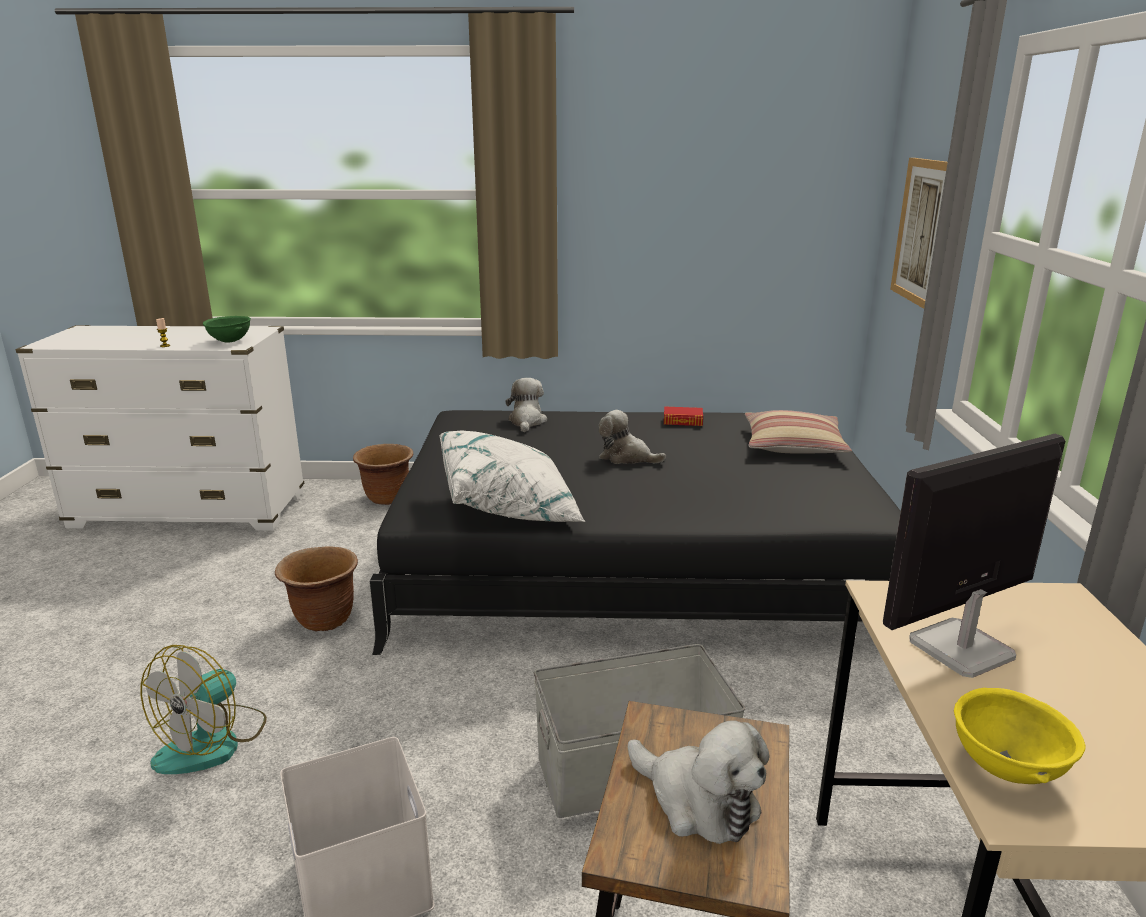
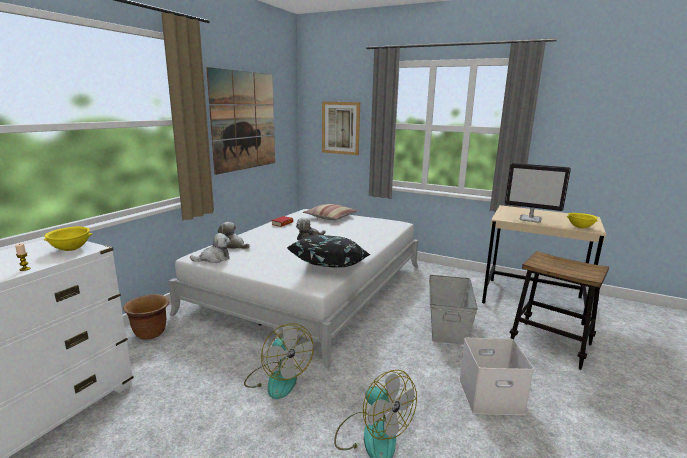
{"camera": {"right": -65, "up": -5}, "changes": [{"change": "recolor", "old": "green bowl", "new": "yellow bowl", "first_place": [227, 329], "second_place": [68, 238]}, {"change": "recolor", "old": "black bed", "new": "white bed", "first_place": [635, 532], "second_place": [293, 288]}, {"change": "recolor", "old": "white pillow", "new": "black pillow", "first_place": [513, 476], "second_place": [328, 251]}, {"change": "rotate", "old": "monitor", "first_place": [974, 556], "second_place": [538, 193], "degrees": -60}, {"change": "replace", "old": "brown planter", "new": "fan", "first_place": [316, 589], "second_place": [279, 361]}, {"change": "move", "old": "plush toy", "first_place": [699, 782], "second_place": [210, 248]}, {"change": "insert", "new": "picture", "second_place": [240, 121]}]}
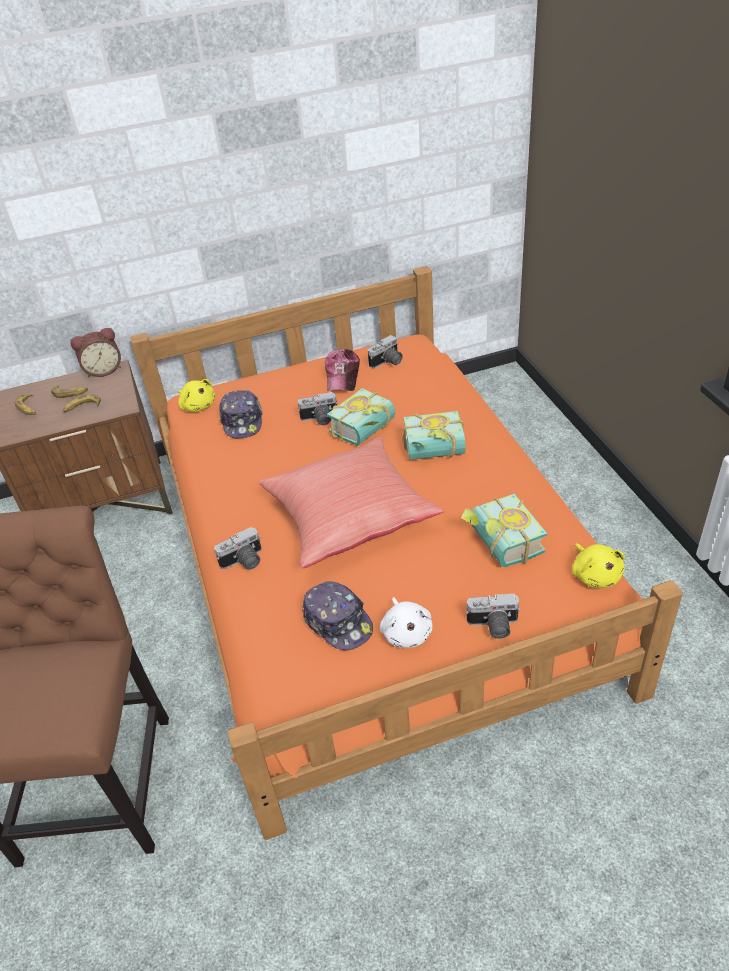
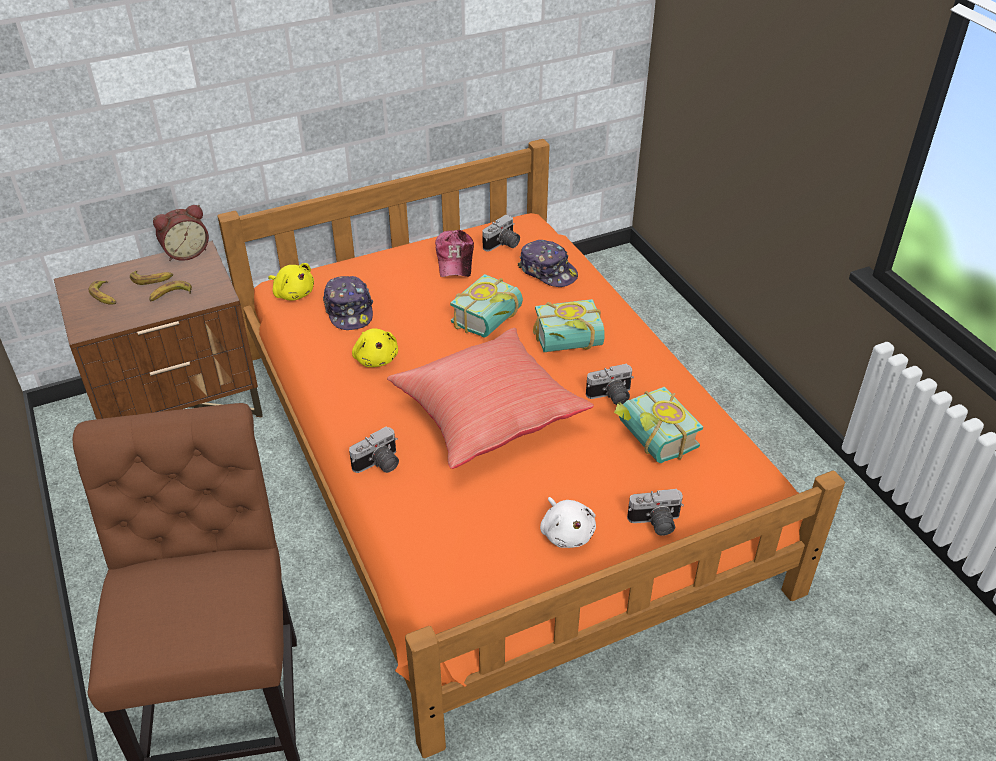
{"camera": {"right": -10, "up": 0}, "changes": [{"change": "move", "old": "photo camera", "first_place": [318, 408], "second_place": [610, 384]}, {"change": "move", "old": "yellow plush toy", "first_place": [598, 565], "second_place": [375, 347]}, {"change": "move", "old": "cap", "first_place": [337, 615], "second_place": [548, 263]}]}
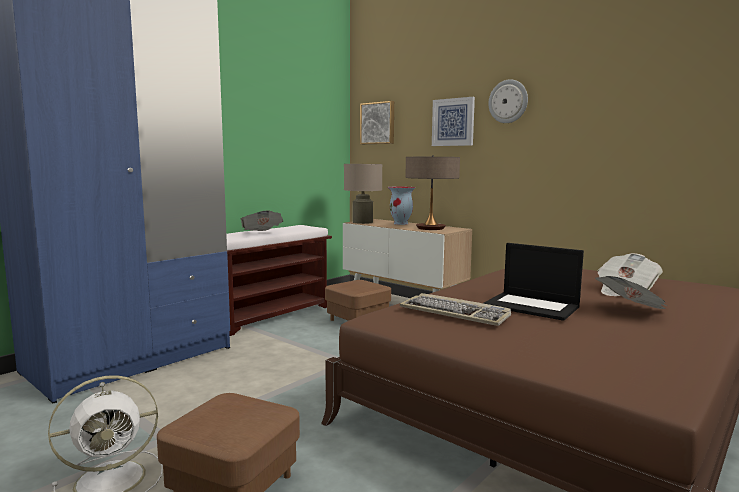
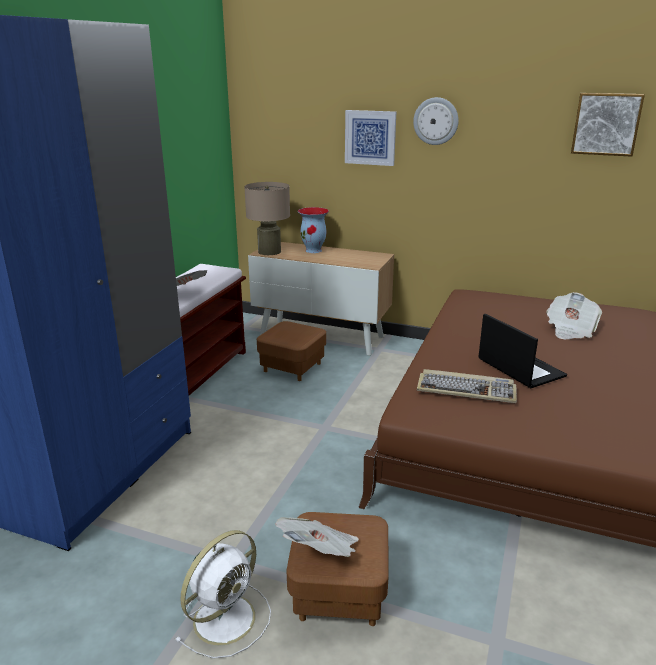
{"camera": {"right": -20, "up": 15}, "changes": [{"change": "move", "old": "picture", "first_place": [377, 122], "second_place": [608, 125]}, {"change": "delete", "old": "table lamp", "first_place": [432, 193]}, {"change": "rotate", "old": "laptop", "first_place": [533, 282], "second_place": [523, 351], "degrees": -135}, {"change": "move", "old": "newspaper", "first_place": [631, 292], "second_place": [317, 537]}]}
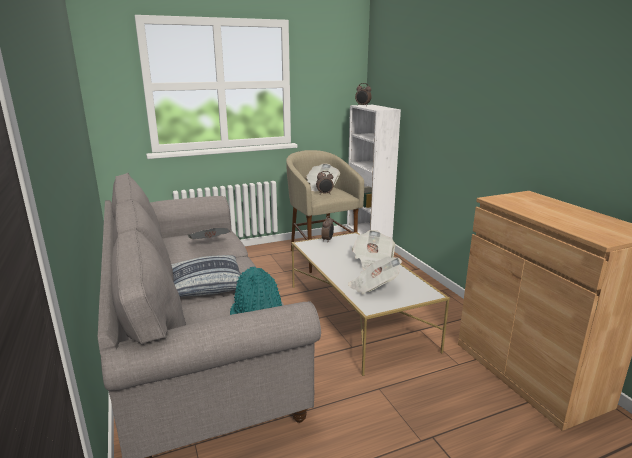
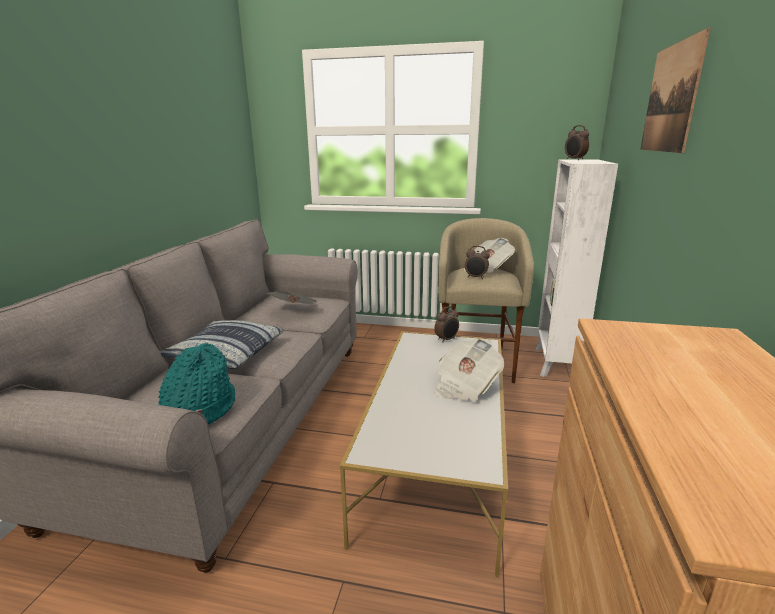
{"camera": {"right": 35, "up": 0}, "changes": [{"change": "delete", "old": "newspaper", "first_place": [375, 276]}, {"change": "insert", "new": "picture", "second_place": [675, 90]}]}
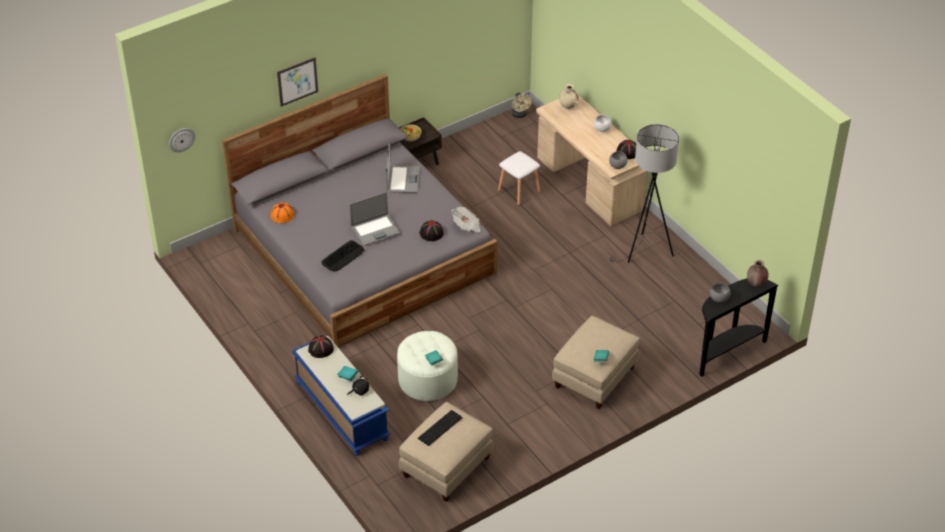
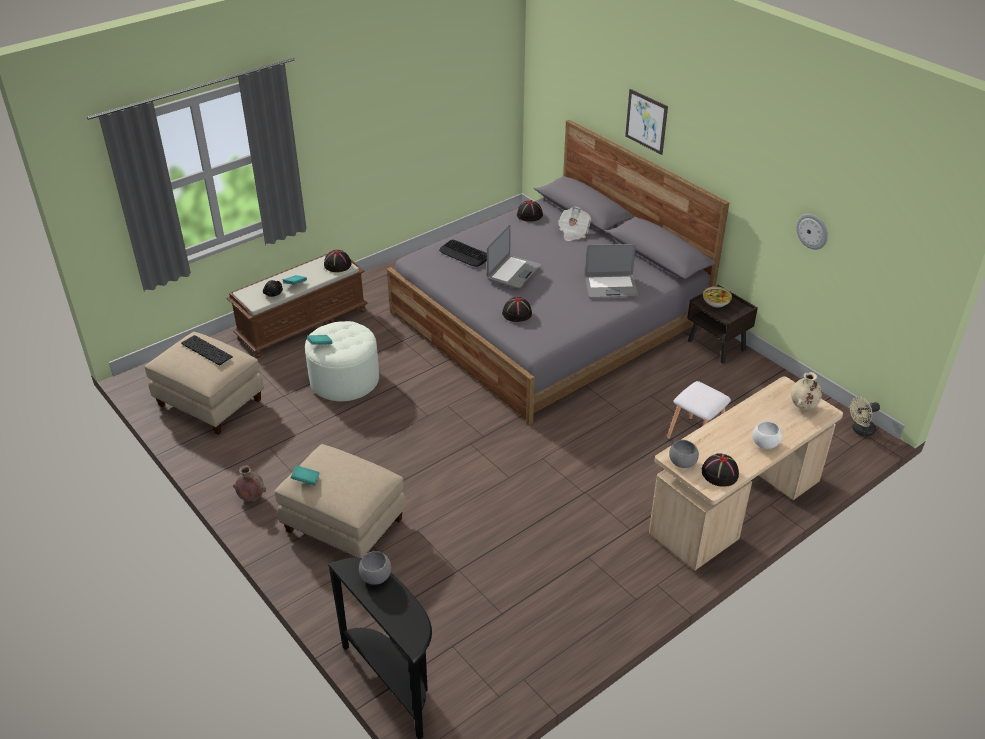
{"camera": {"right": 85, "up": -5}, "changes": [{"change": "delete", "old": "grey floor lamp", "first_place": [644, 193]}, {"change": "move", "old": "wall clock", "first_place": [182, 140], "second_place": [812, 232]}, {"change": "rotate", "old": "laptop", "first_place": [375, 218], "second_place": [514, 256], "degrees": -120}, {"change": "recolor", "old": "orange hat", "new": "black hat", "first_place": [282, 212], "second_place": [530, 211]}, {"change": "move", "old": "newspaper", "first_place": [465, 219], "second_place": [574, 224]}, {"change": "move", "old": "brown vase", "first_place": [758, 273], "second_place": [249, 483]}, {"change": "recolor", "old": "blue bench", "new": "brown bench", "first_place": [341, 395], "second_place": [297, 303]}]}
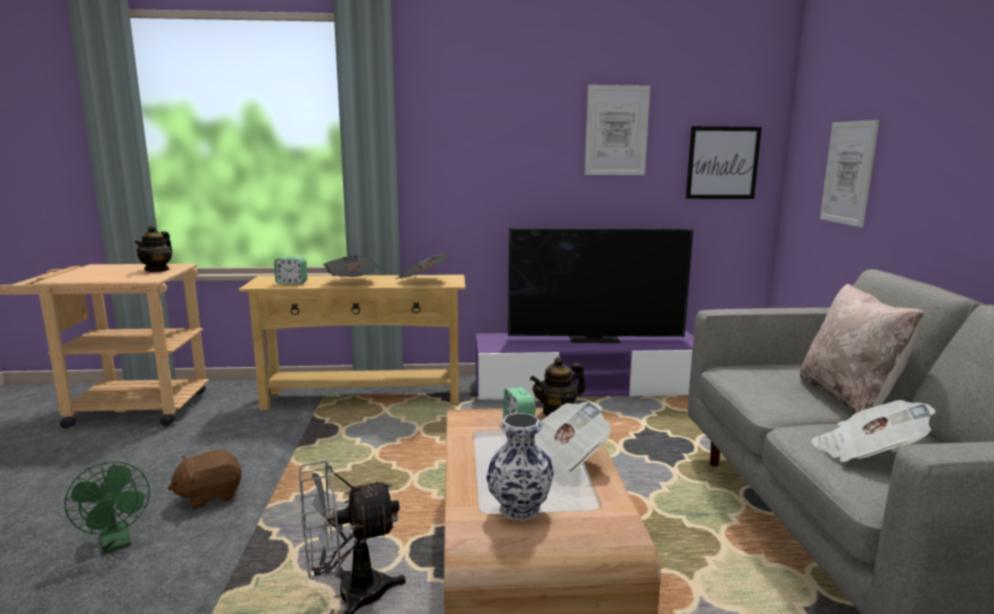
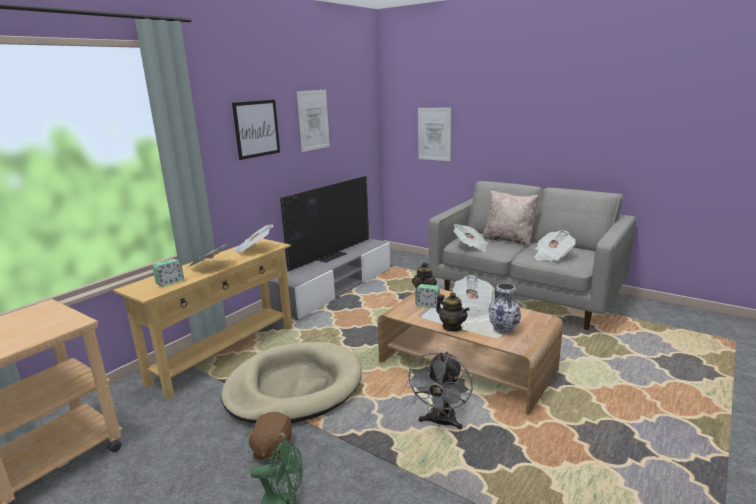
{"camera": {"right": -50, "up": 5}, "changes": [{"change": "move", "old": "picture", "first_place": [723, 162], "second_place": [256, 130]}, {"change": "move", "old": "teapot", "first_place": [153, 248], "second_place": [452, 311]}, {"change": "recolor", "old": "purple tv stand", "new": "grey tv stand", "first_place": [585, 365], "second_place": [329, 279]}, {"change": "insert", "new": "newspaper", "second_place": [471, 238]}, {"change": "insert", "new": "beige dog bed", "second_place": [291, 383]}]}
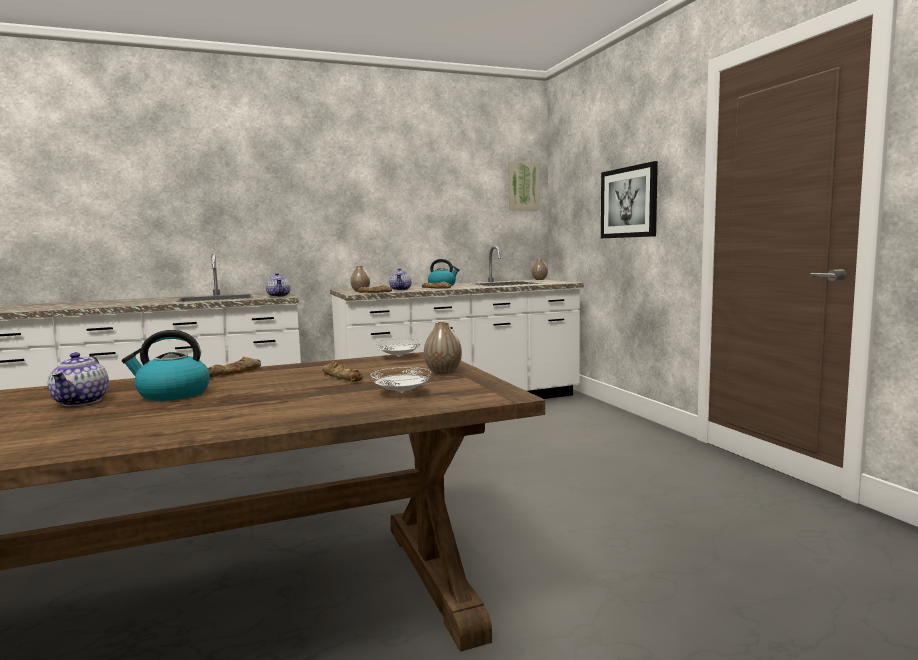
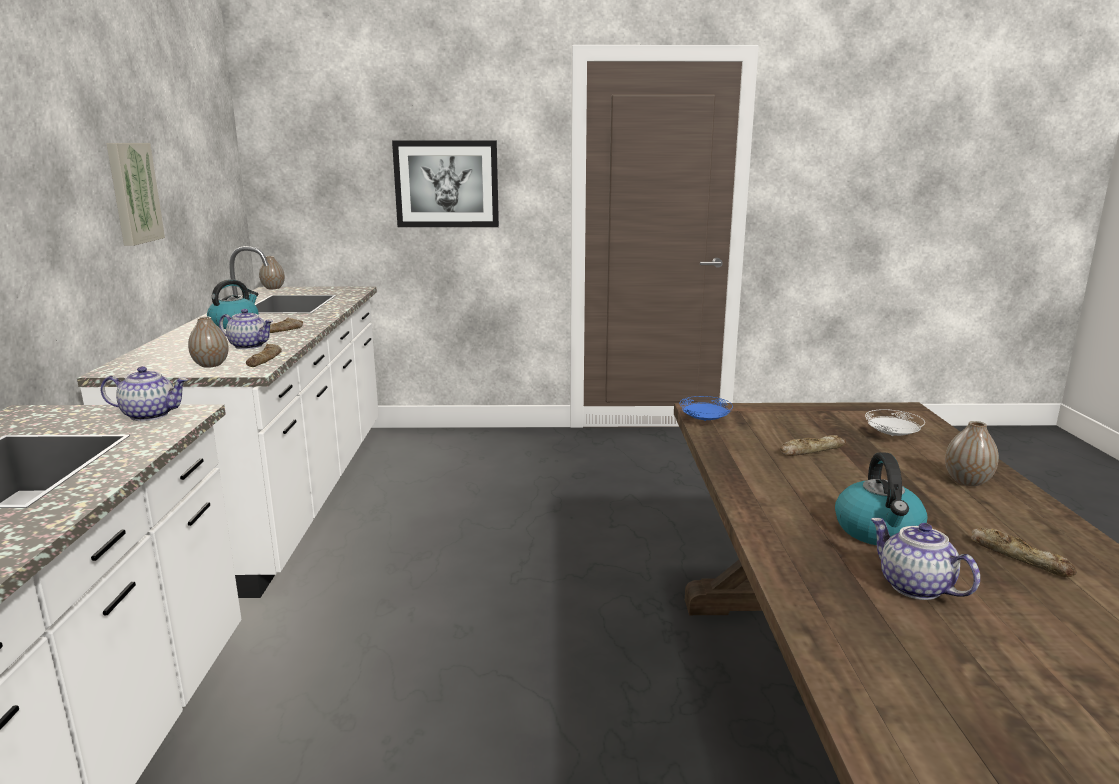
{"camera": {"right": -70, "up": 10}, "changes": [{"change": "move", "old": "picture", "first_place": [523, 185], "second_place": [135, 194]}, {"change": "move", "old": "vase", "first_place": [443, 348], "second_place": [972, 453]}, {"change": "recolor", "old": "white plate", "new": "blue plate", "first_place": [398, 347], "second_place": [706, 408]}, {"change": "rotate", "old": "teapot", "first_place": [78, 379], "second_place": [925, 559], "degrees": -135}, {"change": "move", "old": "bread", "first_place": [234, 367], "second_place": [1024, 552]}]}
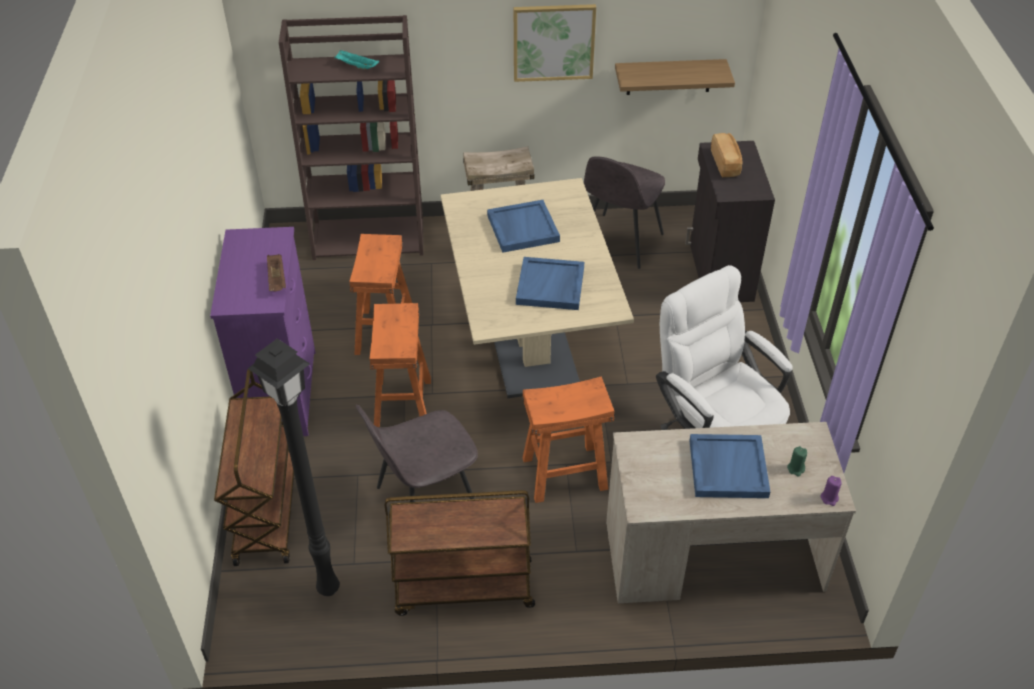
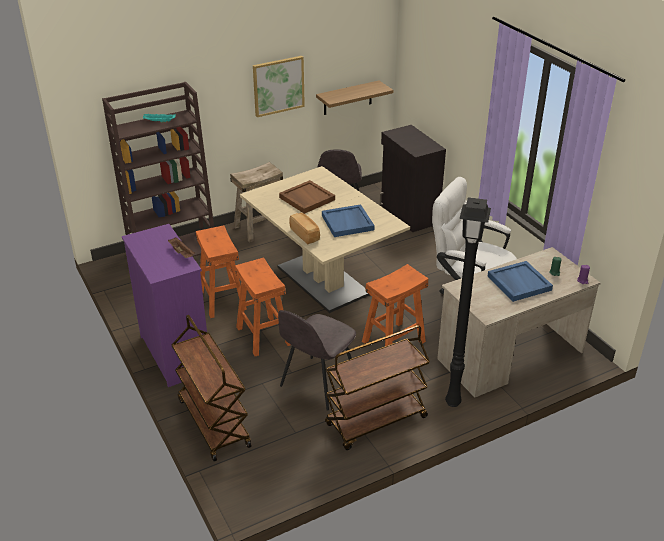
{"camera": {"right": -25, "up": -10}, "changes": [{"change": "move", "old": "bread", "first_place": [726, 155], "second_place": [304, 228]}, {"change": "recolor", "old": "blue tray", "new": "brown tray", "first_place": [523, 226], "second_place": [307, 197]}, {"change": "move", "old": "black floor lamp", "first_place": [294, 467], "second_place": [468, 302]}]}
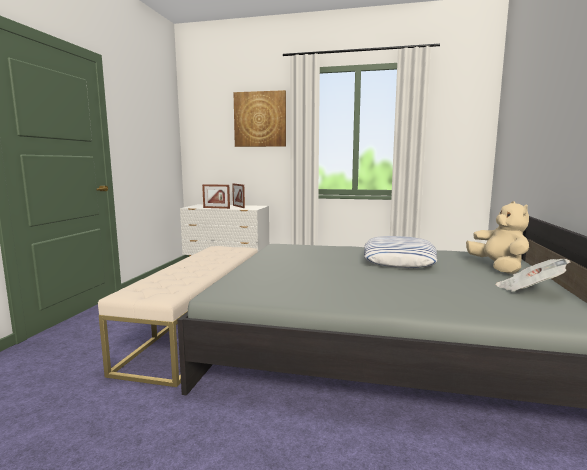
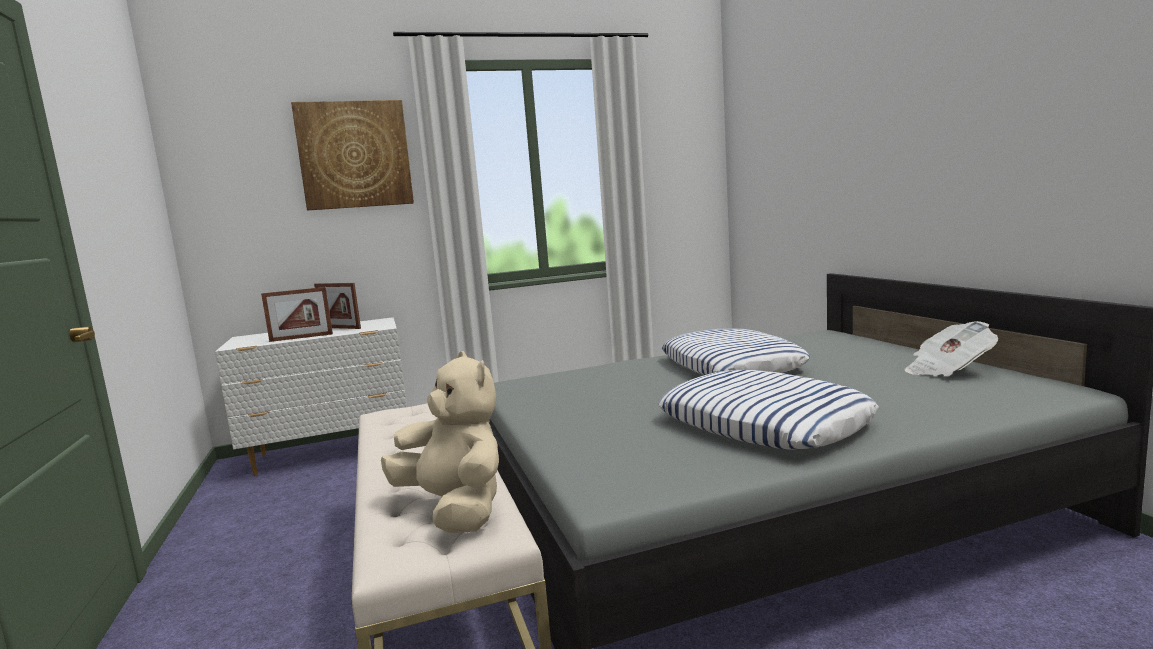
{"camera": {"right": -30, "up": 0}, "changes": [{"change": "move", "old": "beige plush toy", "first_place": [497, 237], "second_place": [440, 442]}, {"change": "insert", "new": "pillow", "second_place": [768, 410]}]}
